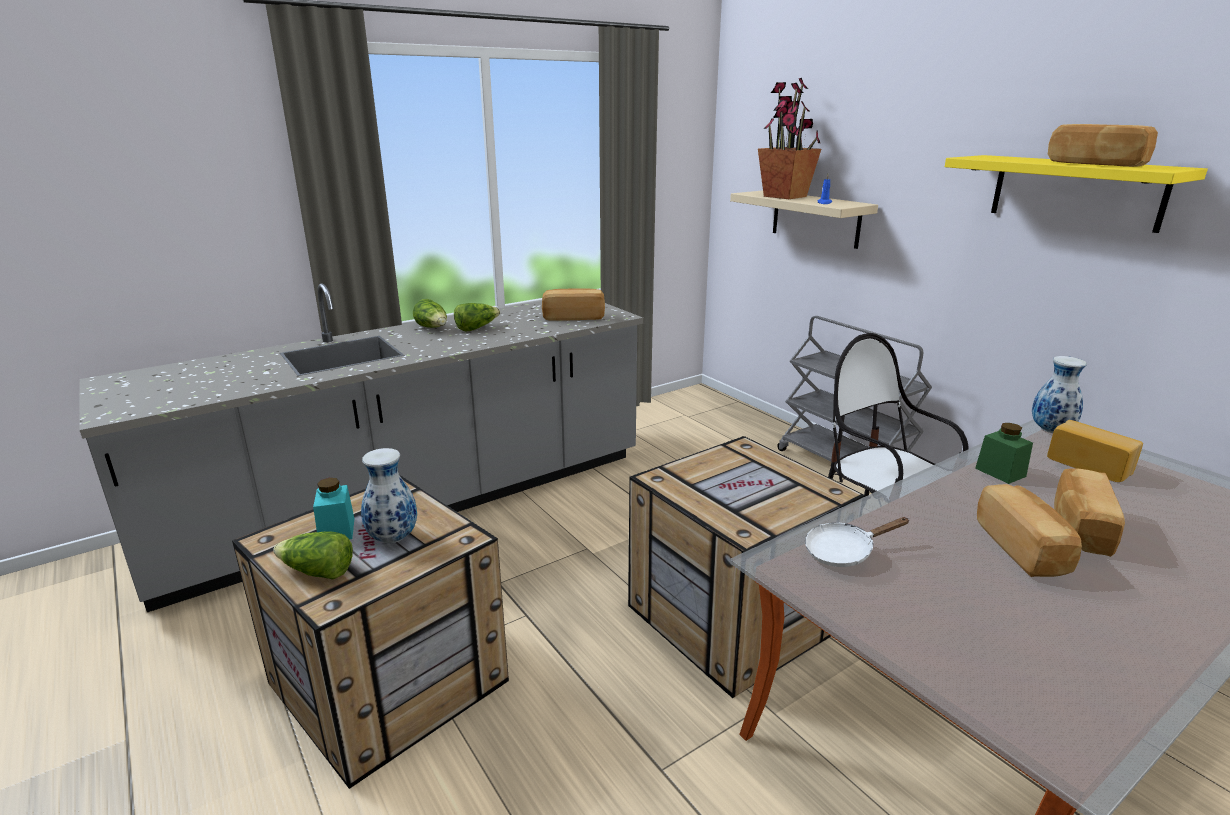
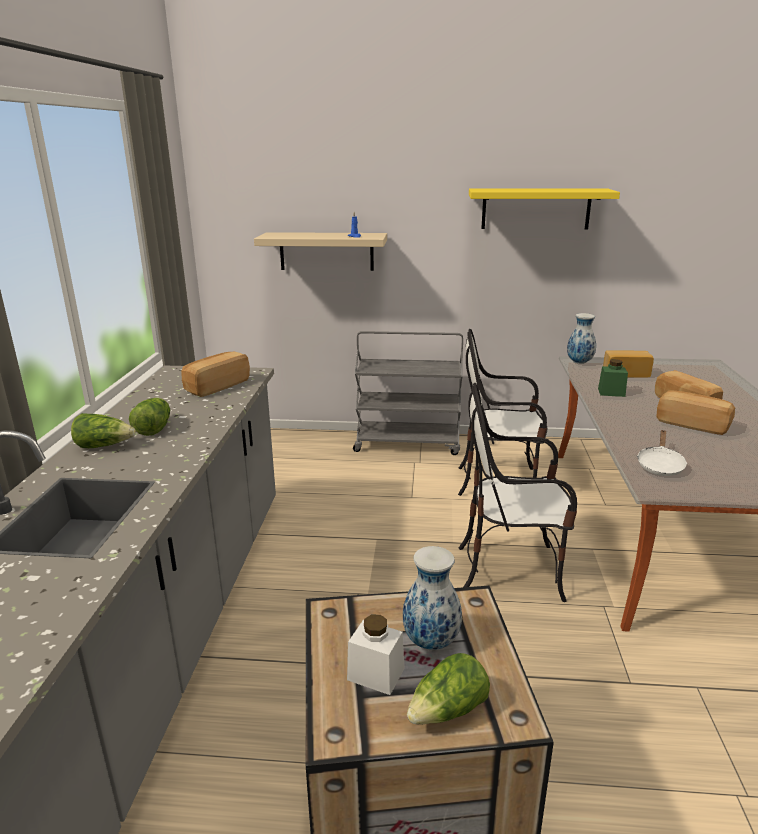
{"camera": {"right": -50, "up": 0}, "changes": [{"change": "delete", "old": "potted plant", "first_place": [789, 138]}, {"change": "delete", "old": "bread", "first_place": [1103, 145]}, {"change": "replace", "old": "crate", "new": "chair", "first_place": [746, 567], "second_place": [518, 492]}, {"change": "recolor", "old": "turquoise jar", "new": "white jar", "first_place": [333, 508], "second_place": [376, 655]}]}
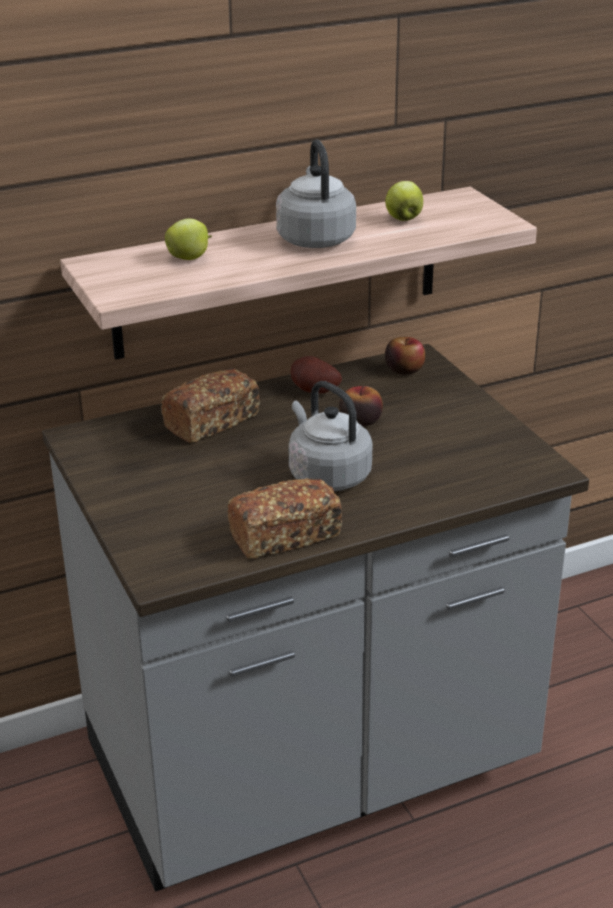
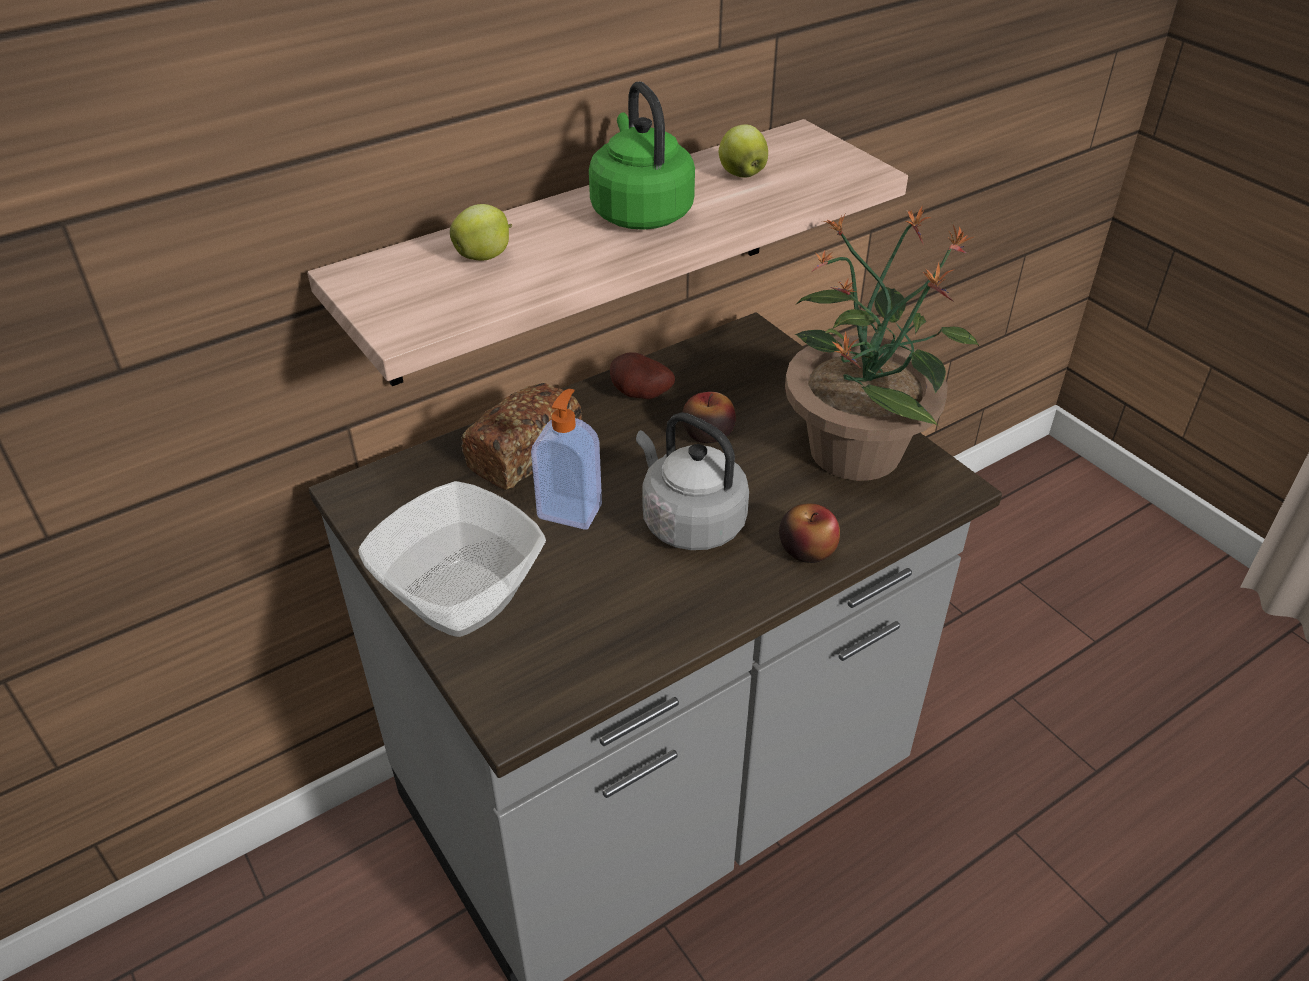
{"camera": {"right": -10, "up": 10}, "changes": [{"change": "recolor", "old": "grey kettle", "new": "green kettle", "first_place": [316, 194], "second_place": [642, 156]}, {"change": "move", "old": "apple", "first_place": [405, 356], "second_place": [809, 533]}, {"change": "delete", "old": "bread", "first_place": [284, 518]}, {"change": "insert", "new": "potted plant", "second_place": [882, 343]}, {"change": "insert", "new": "soap dispenser", "second_place": [566, 459]}, {"change": "insert", "new": "bowl", "second_place": [452, 559]}]}
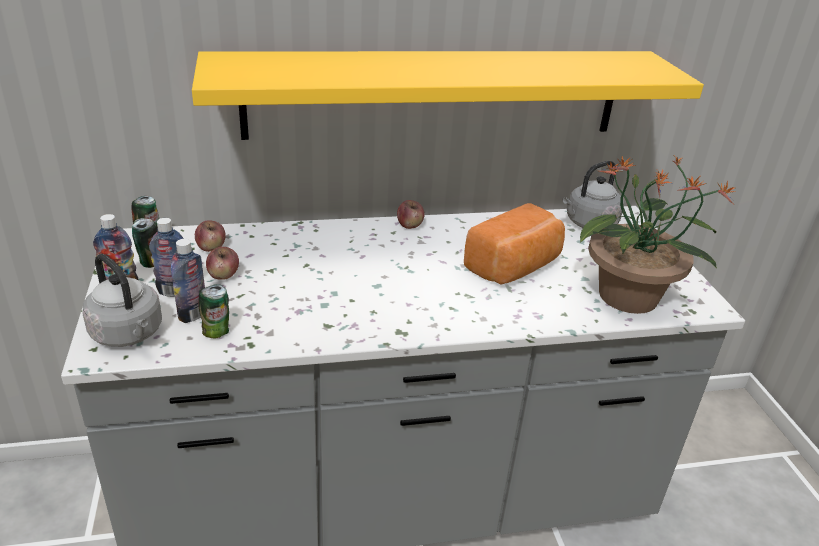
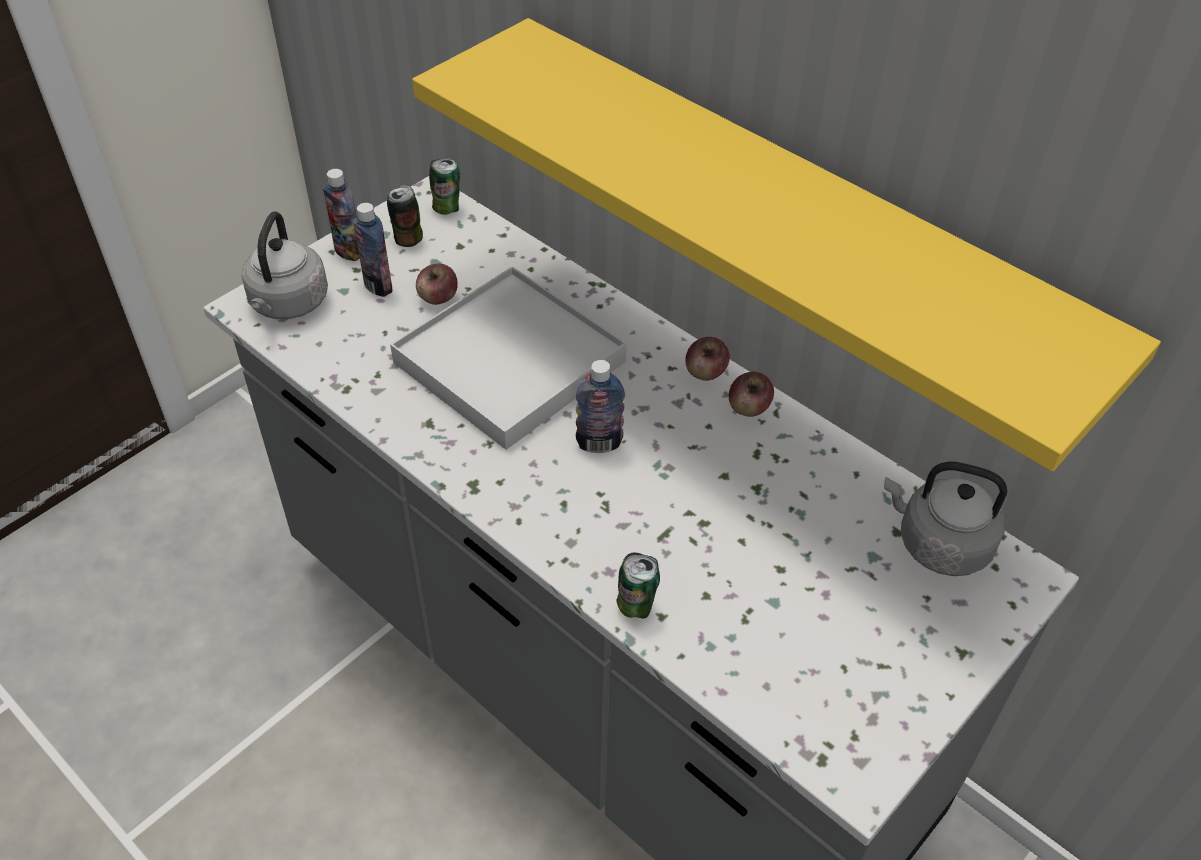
{"camera": {"right": 55, "up": 15}, "changes": [{"change": "delete", "old": "potted plant", "first_place": [658, 235]}, {"change": "delete", "old": "bread", "first_place": [514, 244]}, {"change": "move", "old": "apple", "first_place": [210, 236], "second_place": [751, 394]}, {"change": "move", "old": "bottle", "first_place": [188, 281], "second_place": [600, 406]}, {"change": "move", "old": "can", "first_place": [214, 311], "second_place": [638, 585]}, {"change": "insert", "new": "white tray", "second_place": [508, 358]}]}
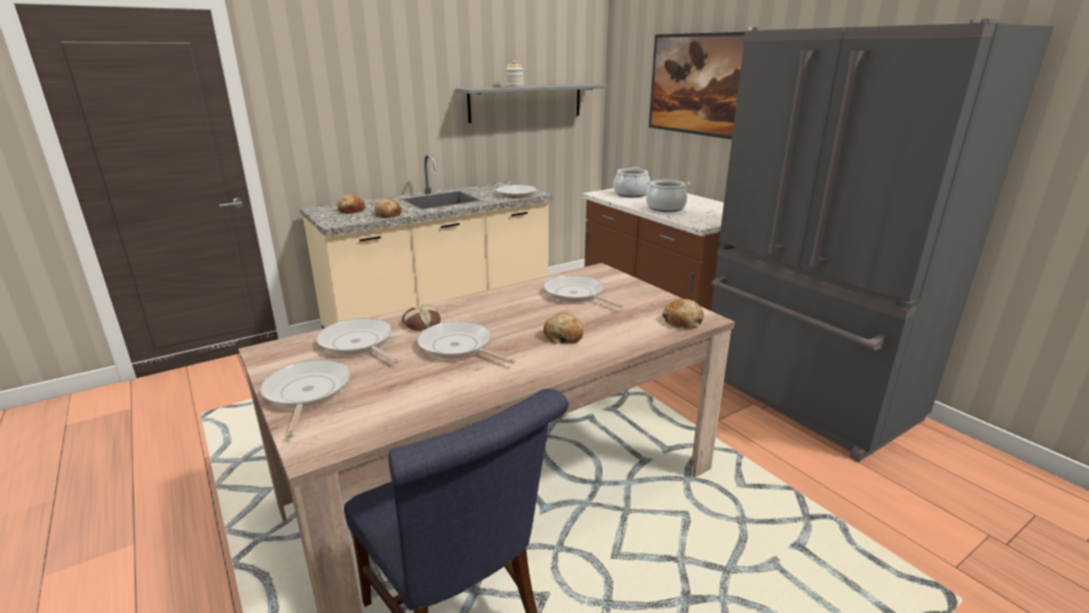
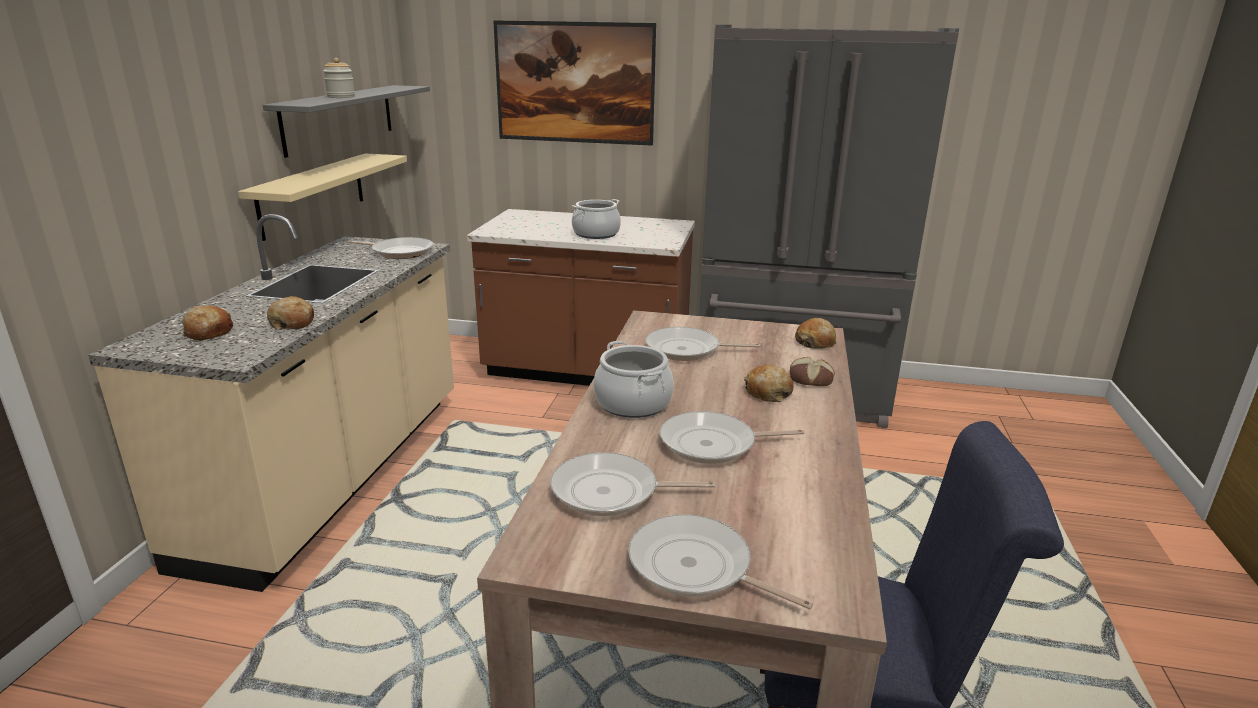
{"camera": {"right": -45, "up": 0}, "changes": [{"change": "move", "old": "cooking pot", "first_place": [631, 182], "second_place": [634, 379]}, {"change": "move", "old": "bread", "first_place": [421, 318], "second_place": [812, 371]}, {"change": "insert", "new": "beige shelf", "second_place": [322, 197]}]}
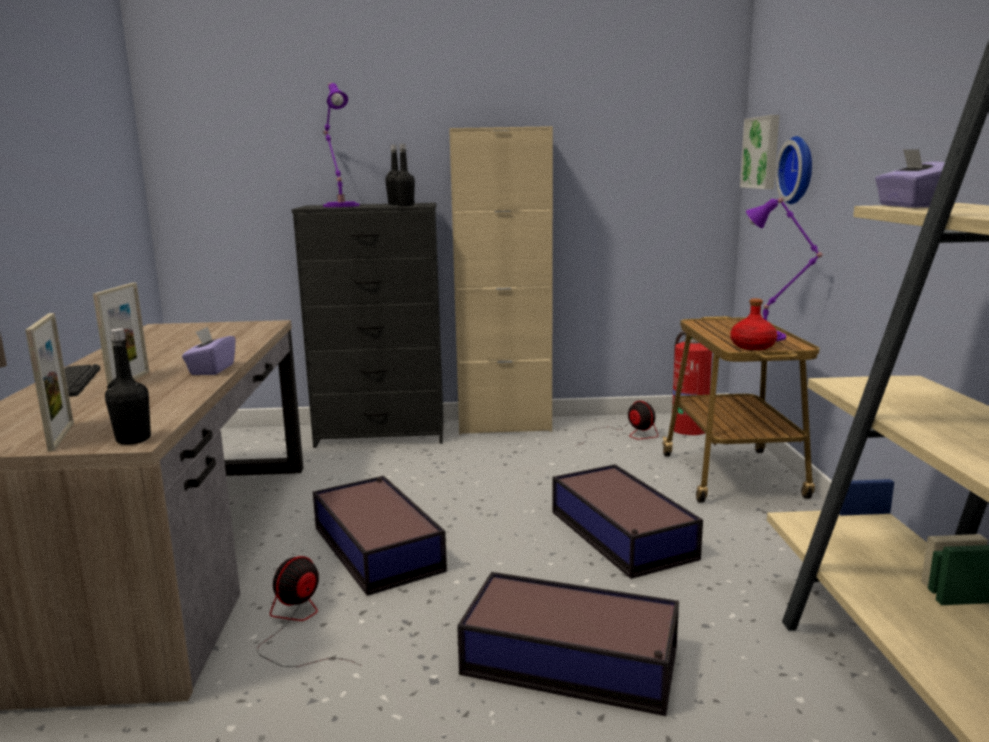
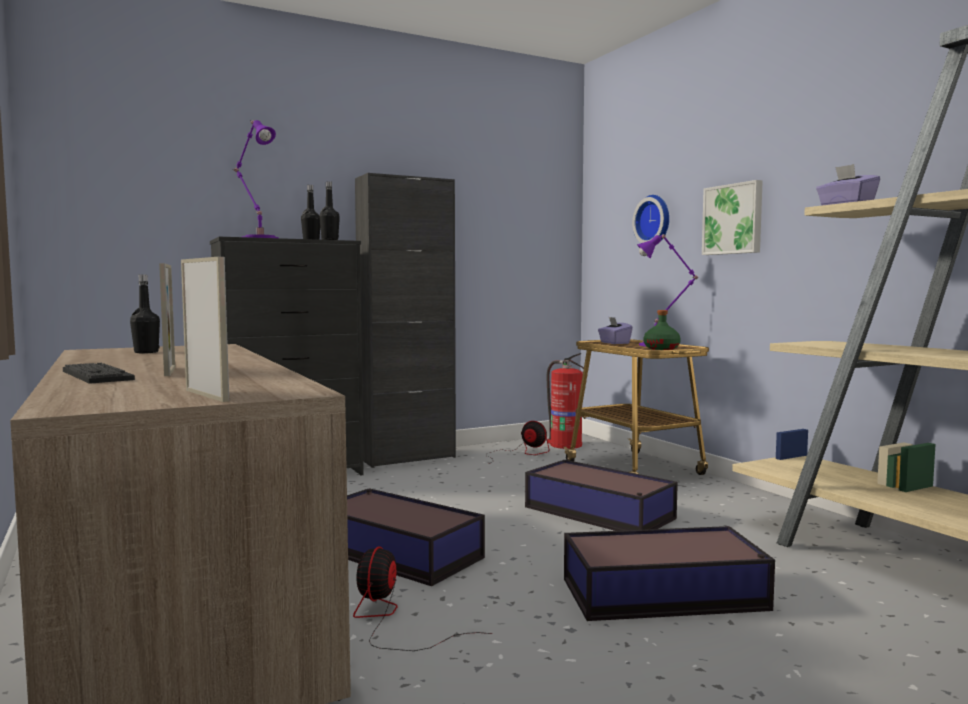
{"camera": {"right": -25, "up": -10}, "changes": [{"change": "move", "old": "picture", "first_place": [759, 152], "second_place": [732, 217]}, {"change": "recolor", "old": "beige cabinet", "new": "black cabinet", "first_place": [501, 280], "second_place": [405, 320]}, {"change": "recolor", "old": "red bottle", "new": "green bottle", "first_place": [754, 324], "second_place": [662, 330]}, {"change": "move", "old": "purple tissue box", "first_place": [208, 351], "second_place": [615, 330]}, {"change": "move", "old": "black bottle", "first_place": [128, 386], "second_place": [145, 314]}]}
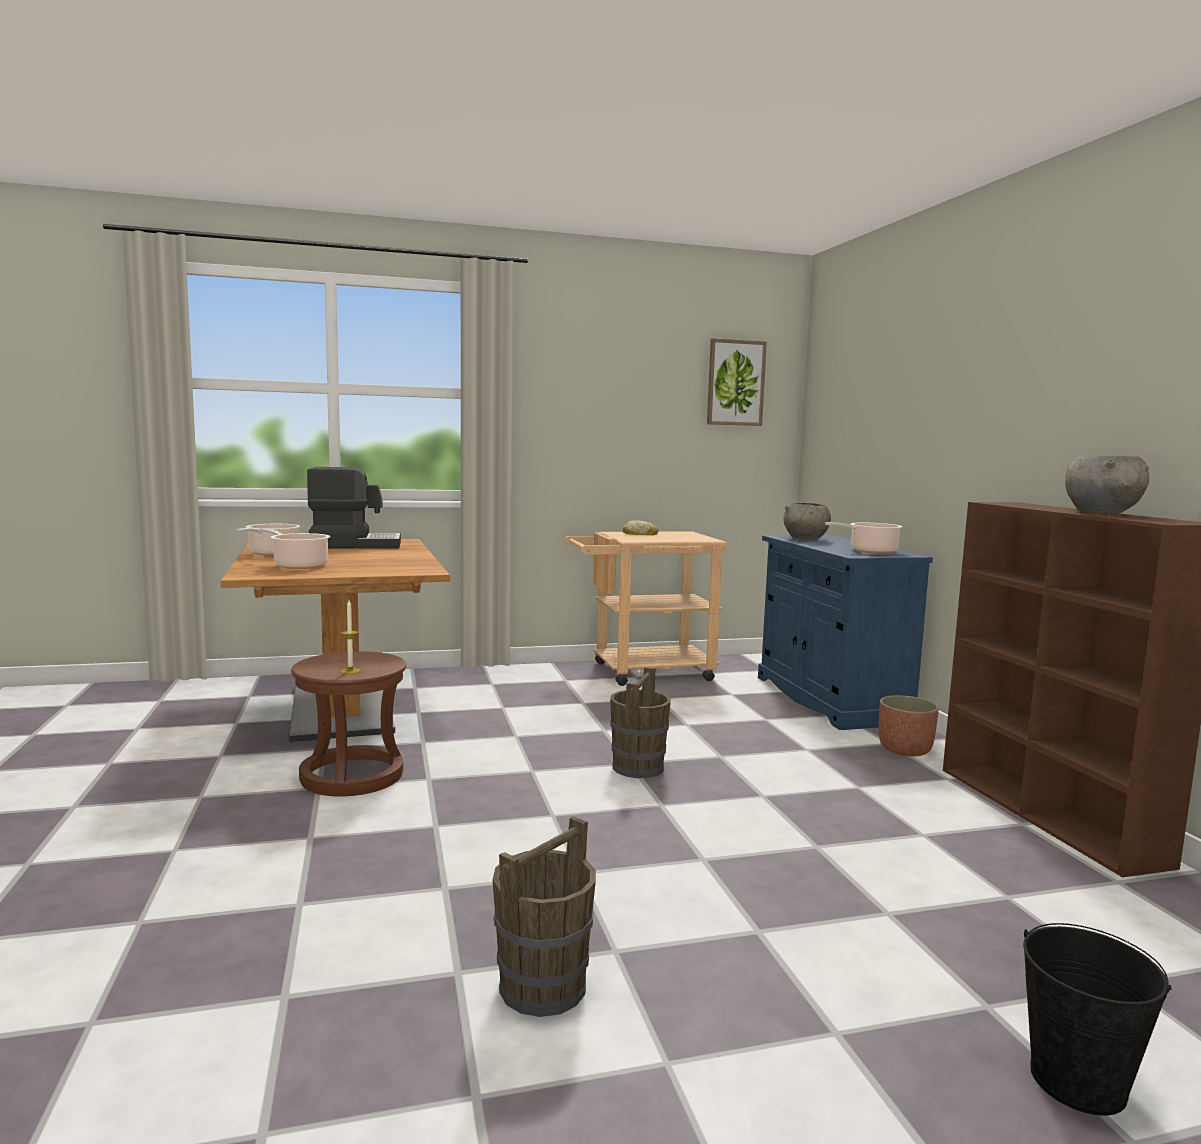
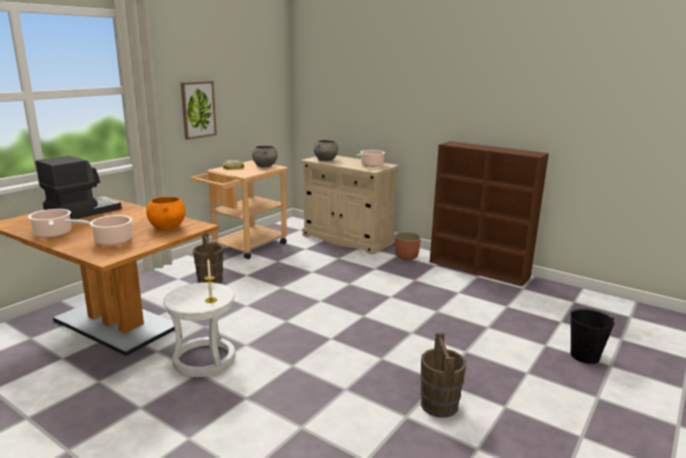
{"camera": {"right": -40, "up": 10}, "changes": [{"change": "move", "old": "picture", "first_place": [737, 382], "second_place": [199, 110]}, {"change": "move", "old": "grey bowl", "first_place": [1107, 484], "second_place": [265, 156]}, {"change": "recolor", "old": "blue cabinet", "new": "beige cabinet", "first_place": [845, 632], "second_place": [349, 205]}, {"change": "recolor", "old": "brown stool", "new": "white stool", "first_place": [348, 724], "second_place": [199, 329]}, {"change": "move", "old": "brown bucket", "first_place": [640, 722], "second_place": [208, 259]}, {"change": "insert", "new": "orange bowl", "second_place": [166, 213]}]}
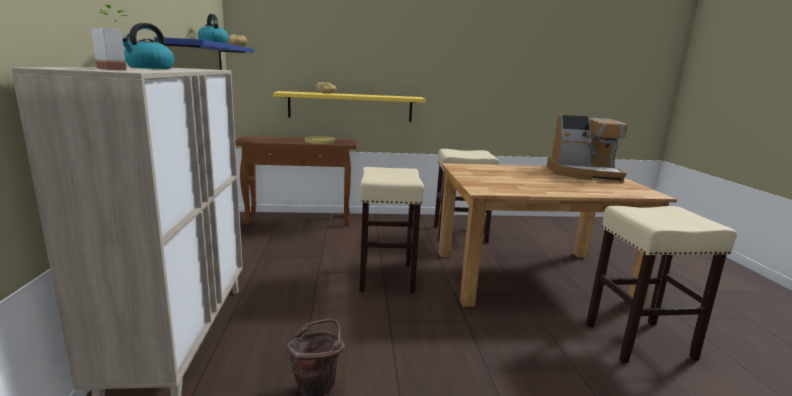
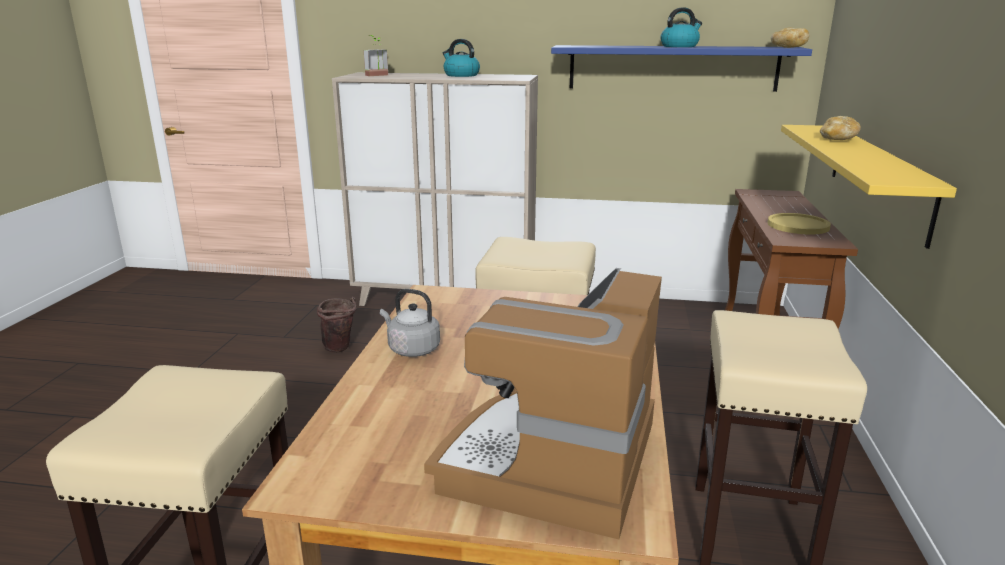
{"camera": {"right": 105, "up": 5}, "changes": [{"change": "insert", "new": "grey kettle", "second_place": [410, 323]}]}
